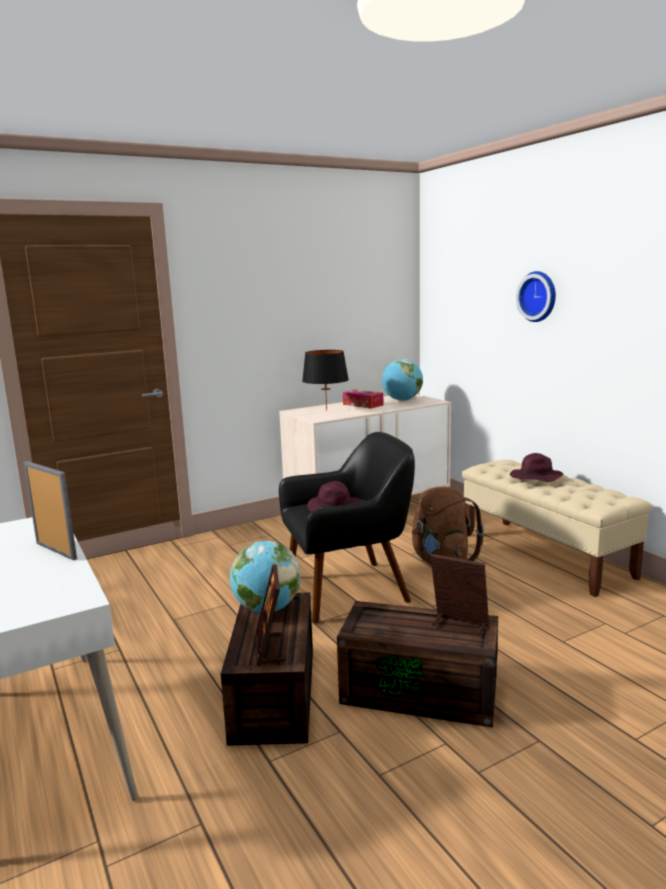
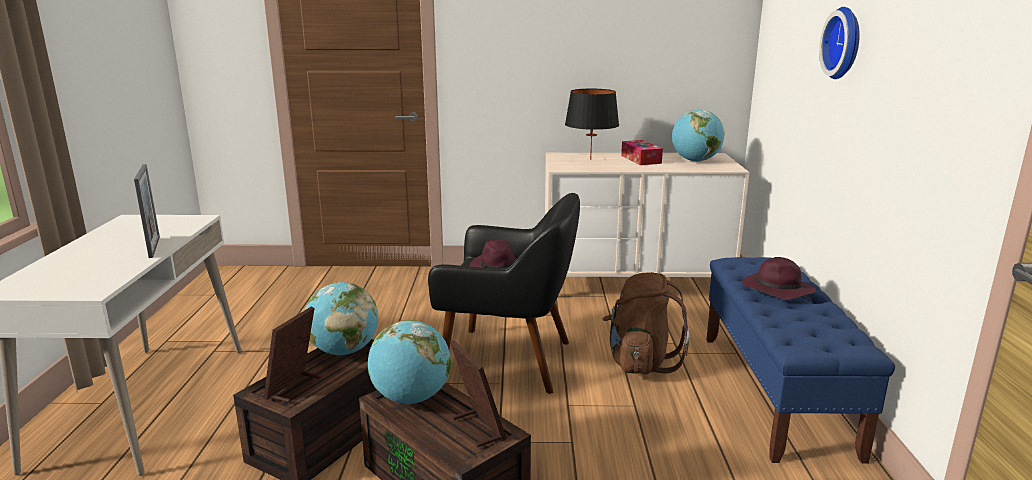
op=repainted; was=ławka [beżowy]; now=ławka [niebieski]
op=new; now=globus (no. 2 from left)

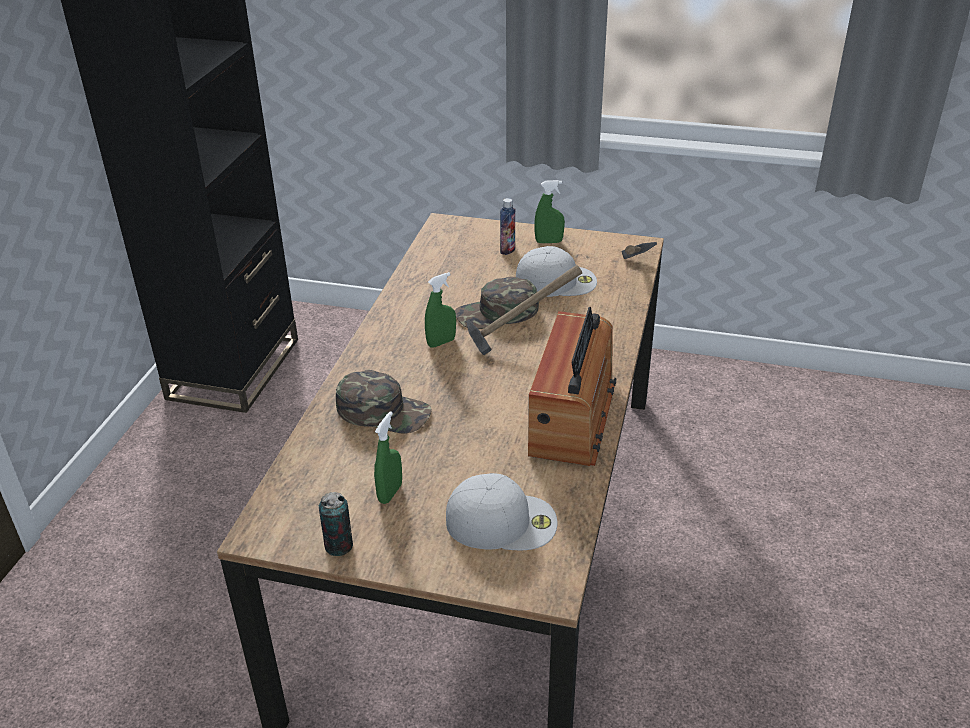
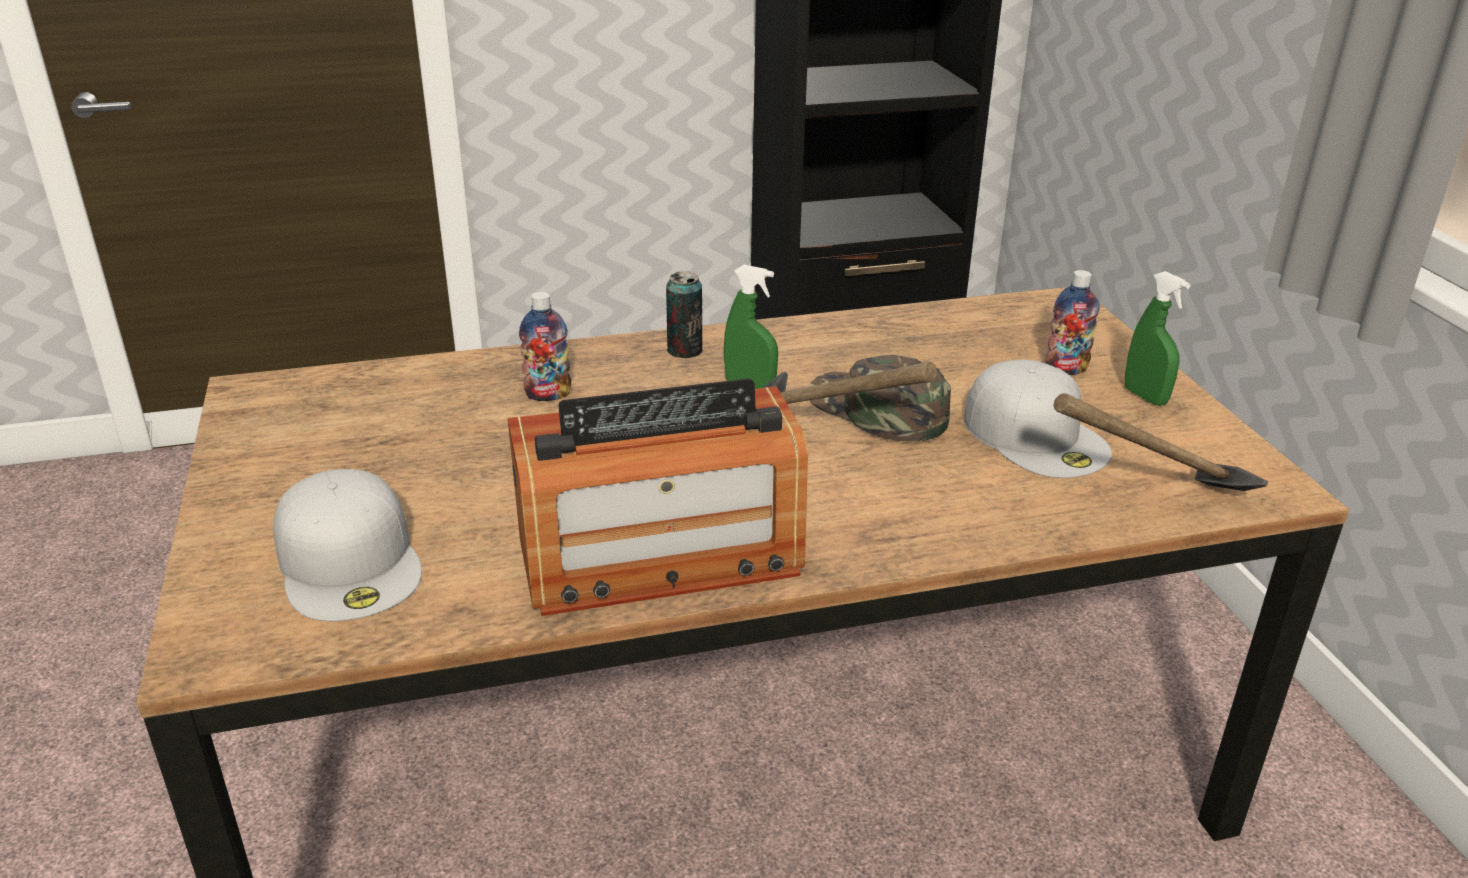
op=shifted; was=puszka
op=swapped; was=czapka z daszkiem [zielony] (no. 1 from left); now=butelka (no. 1 from left)
op=gone; was=spryskiwacz [zielony] (no. 1 from left)

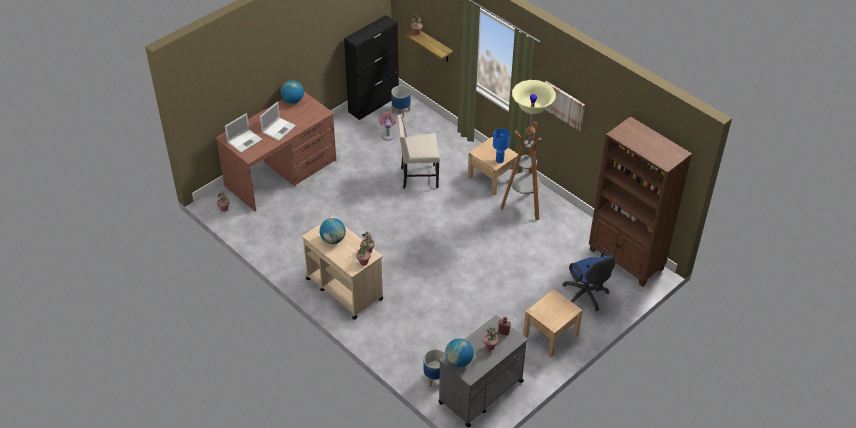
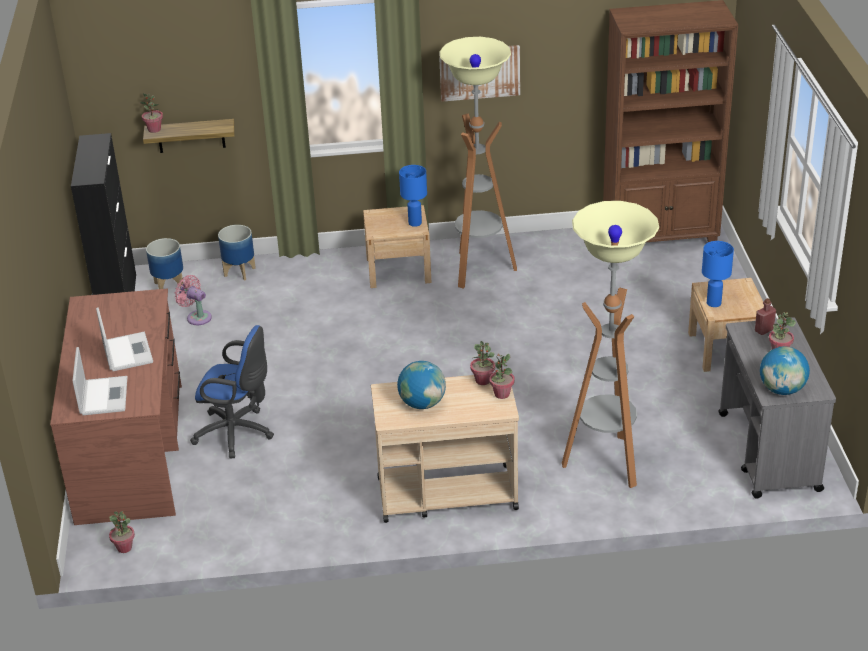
op=gone; was=globus (no. 1 from left)
op=gone; was=krzesło [beżowy]
op=shifted; was=donica (no. 2 from left)
op=shifted; was=krzesło biurowe [niebieski]
op=new; now=lampa stojąca (no. 2 from left)
op=new; now=lampa stołowa [niebieski] (no. 2 from left)

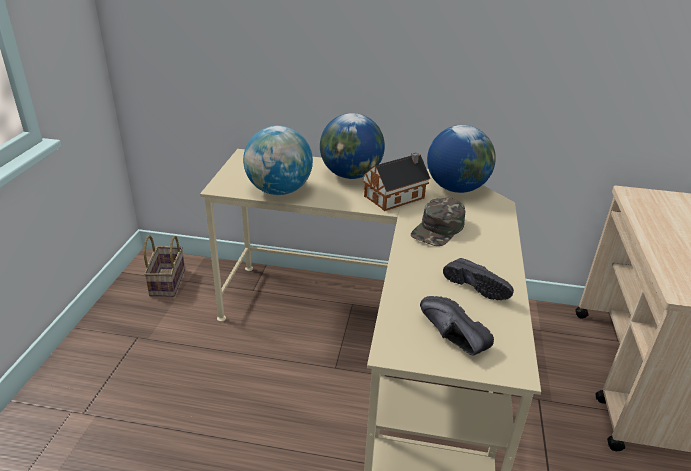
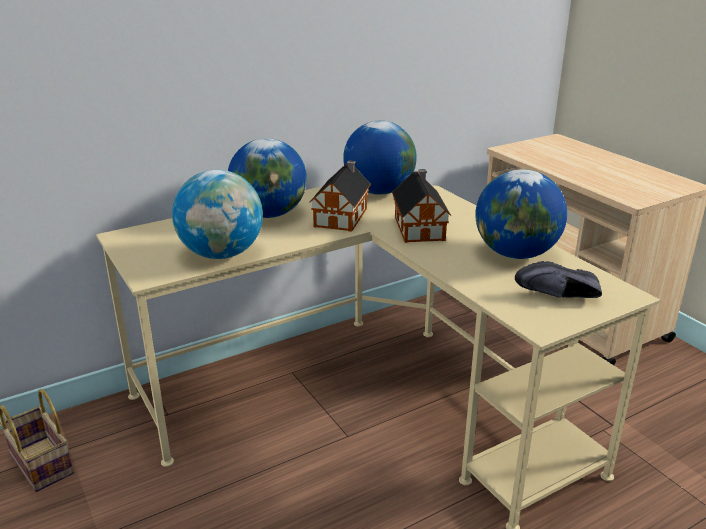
op=swapped; was=czapka z daszkiem [zielony]; now=domek (no. 2 from left)
op=swapped; was=but [czarny] (no. 2 from left); now=globus (no. 4 from left)

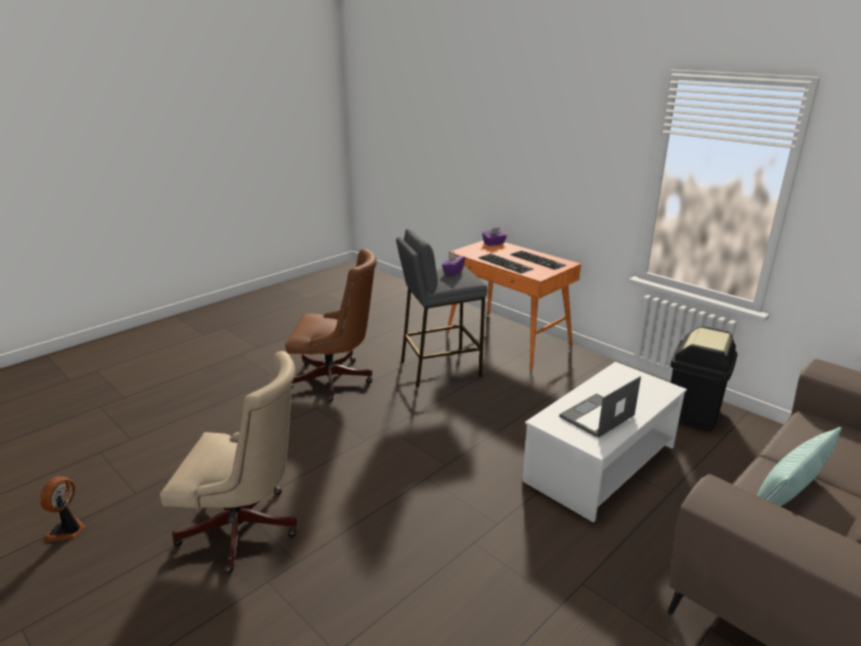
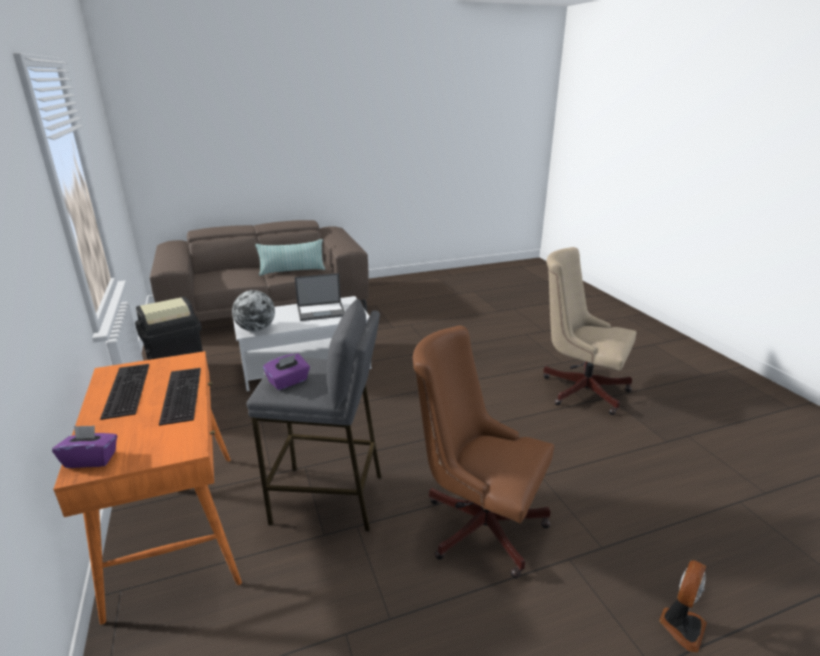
op=shifted; was=wentylator
op=new; now=globus

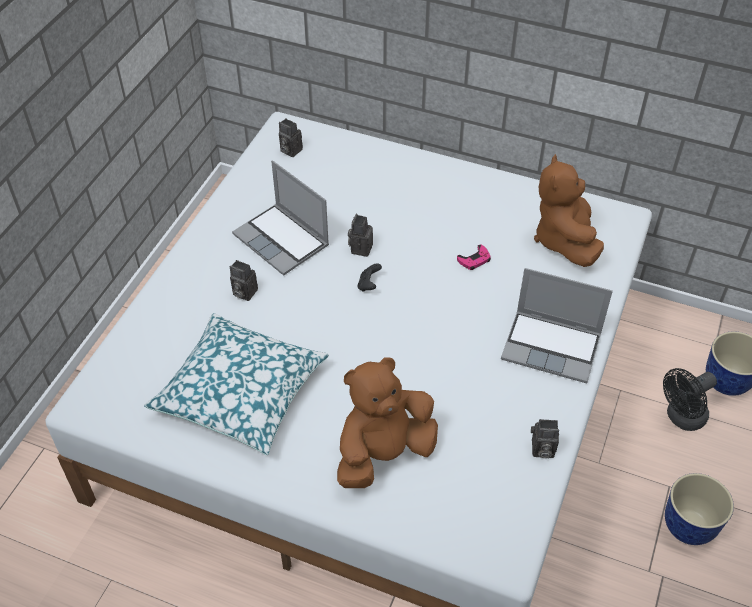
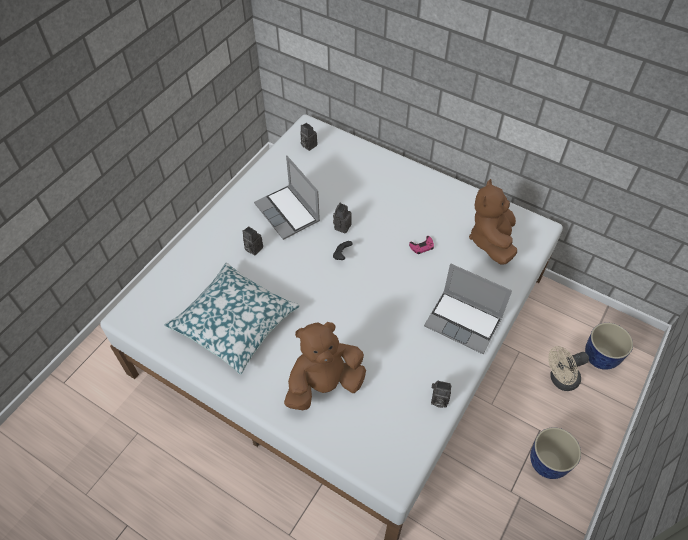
op=repainted; was=wentylator [czarny]; now=wentylator [beżowy]

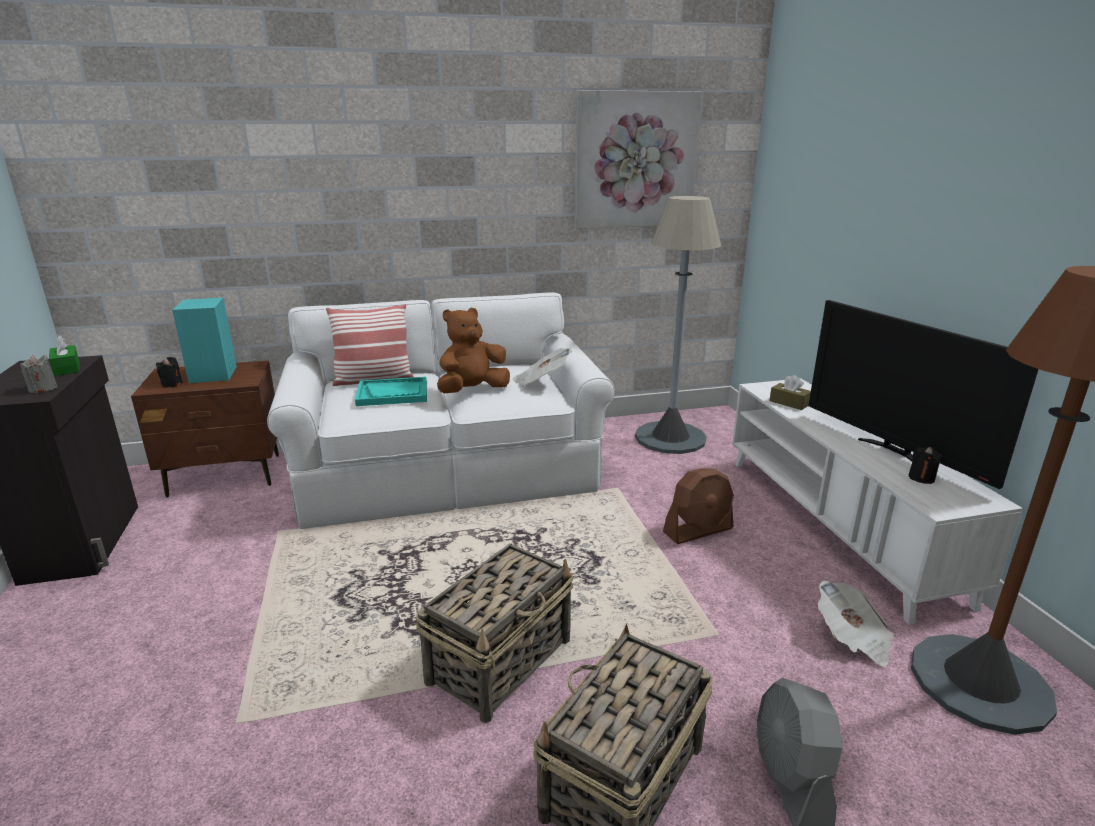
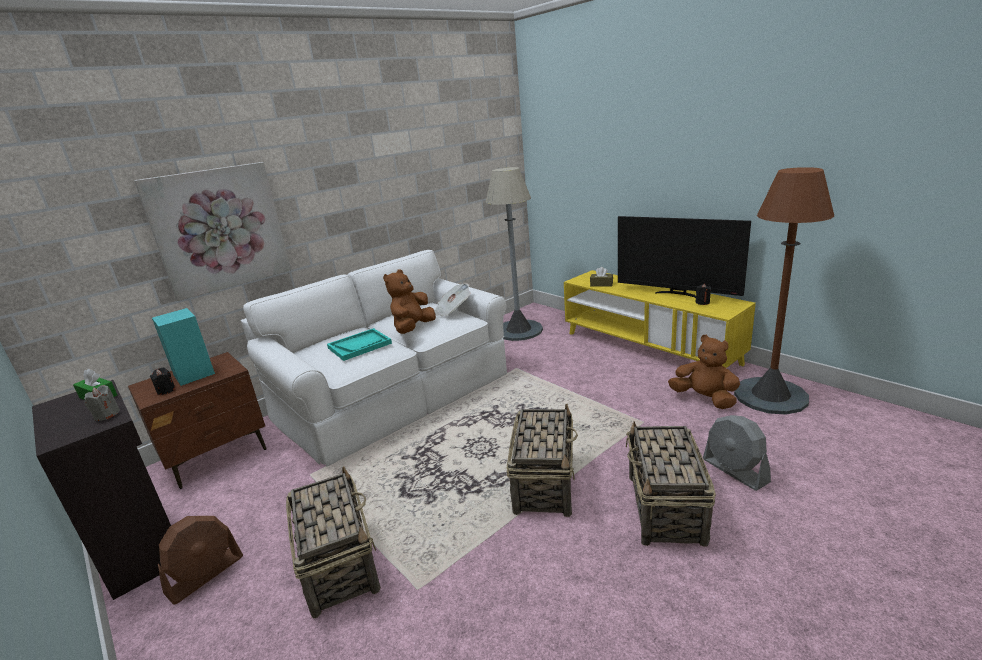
op=gone; was=poduszka
op=shifted; was=obraz
op=shifted; was=wentylator [brązowy]
op=repainted; was=szafka pod telewizor [biały]; now=szafka pod telewizor [żółty]
op=swapped; was=gazeta (no. 2 from left); now=pluszak [brązowy] (no. 2 from left)
op=new; now=koszyk (no. 1 from left)

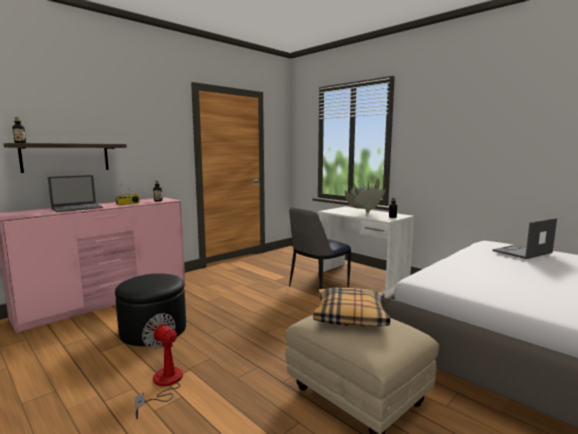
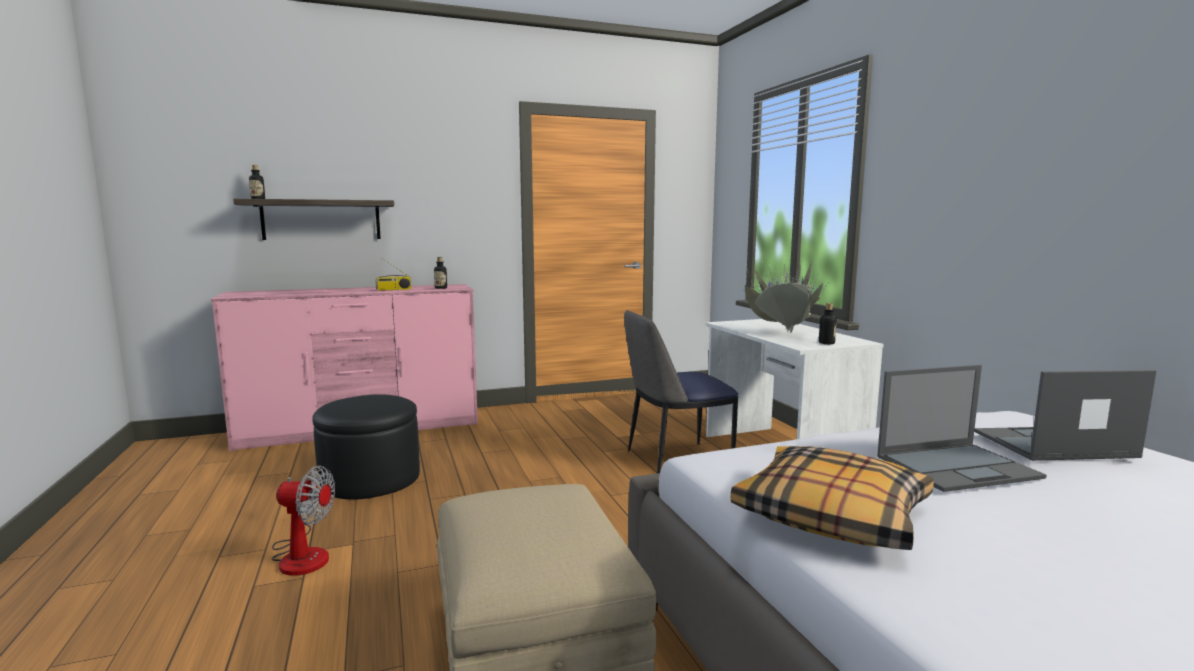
op=shifted; was=laptop (no. 1 from left)
op=rotated; was=wentylator; clockwise=120
op=shifted; was=poduszka

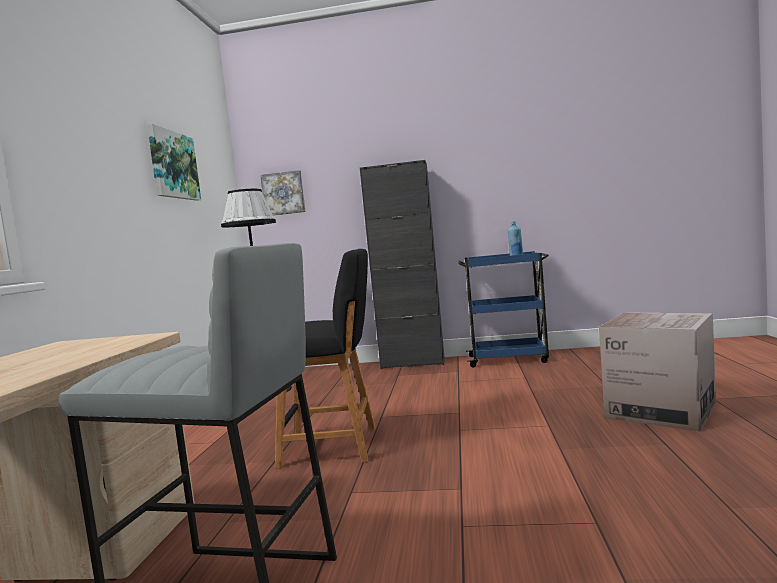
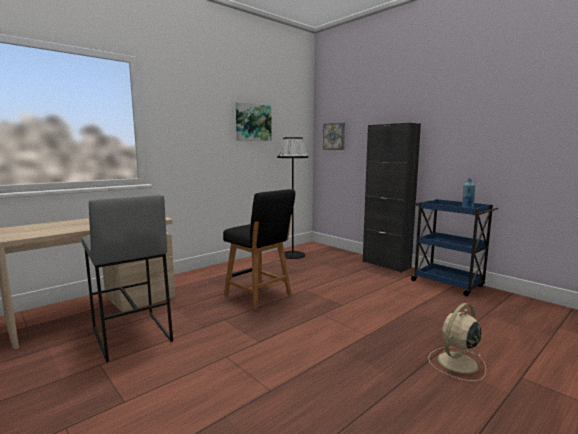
op=swapped; was=karton; now=wentylator [beżowy]

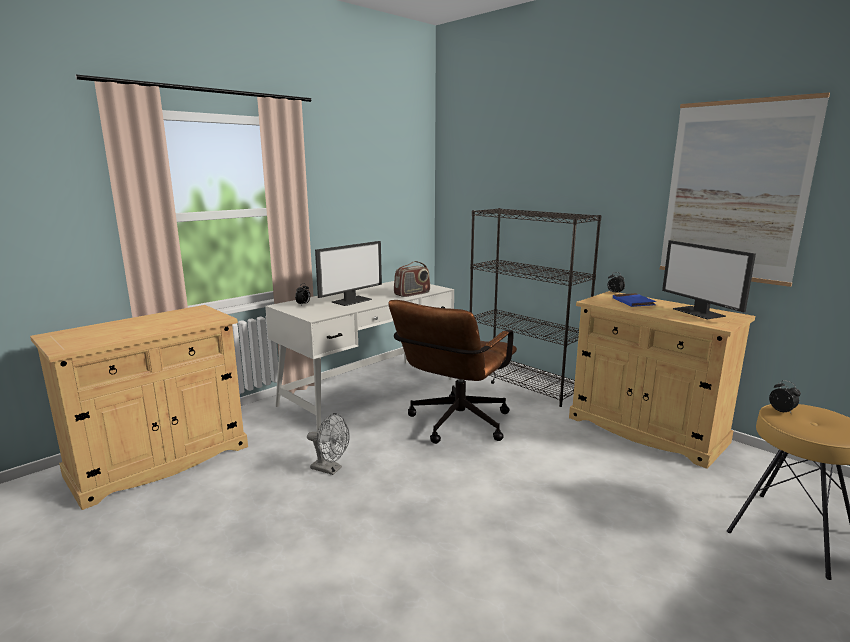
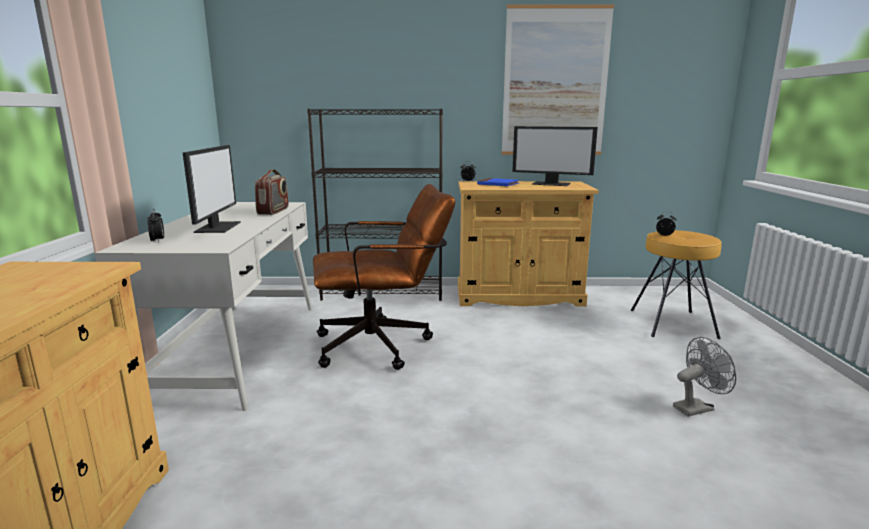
op=shifted; was=wentylator [szary]
op=rotated; was=krzesło biurowe [brązowy]; clockwise=-90

